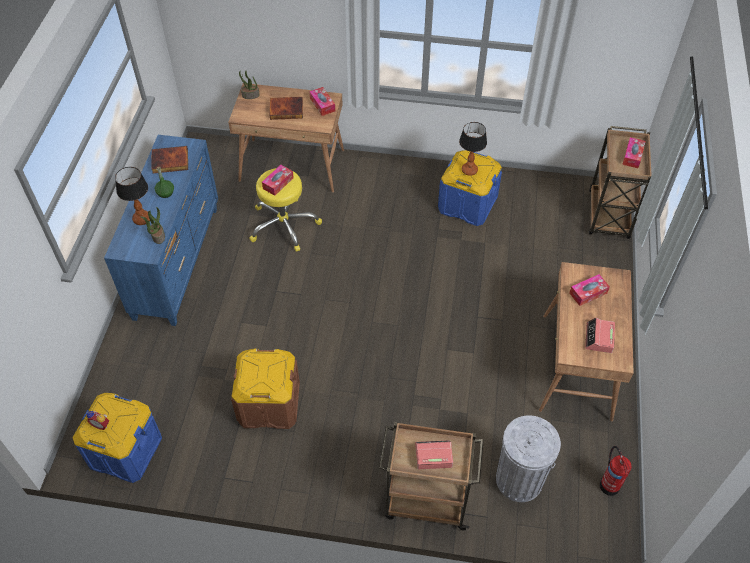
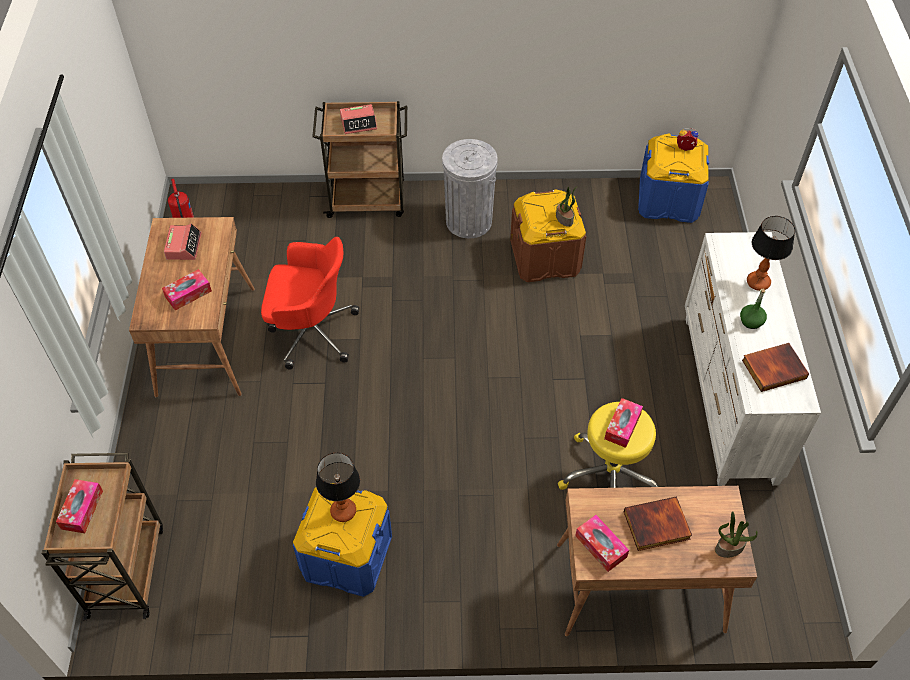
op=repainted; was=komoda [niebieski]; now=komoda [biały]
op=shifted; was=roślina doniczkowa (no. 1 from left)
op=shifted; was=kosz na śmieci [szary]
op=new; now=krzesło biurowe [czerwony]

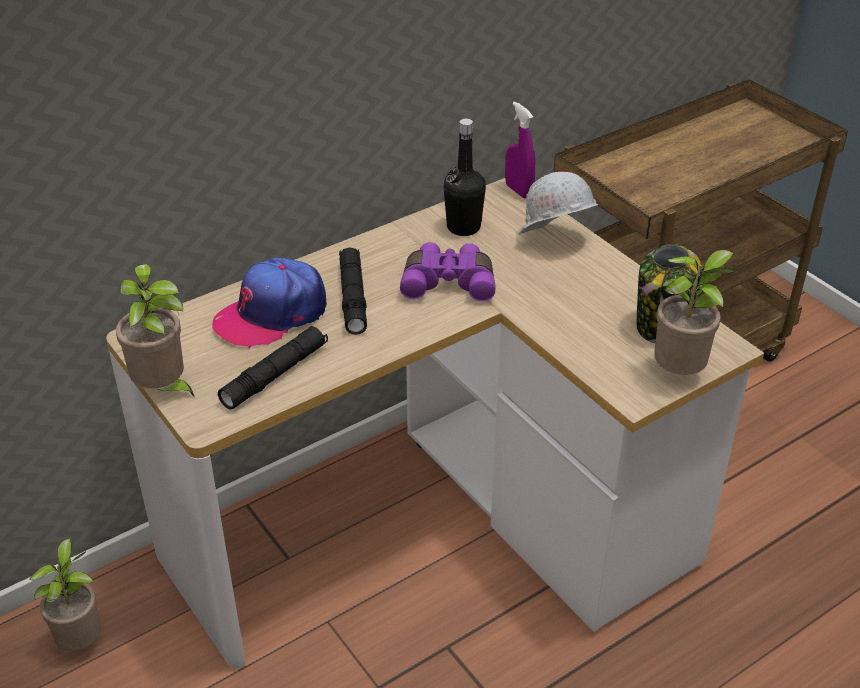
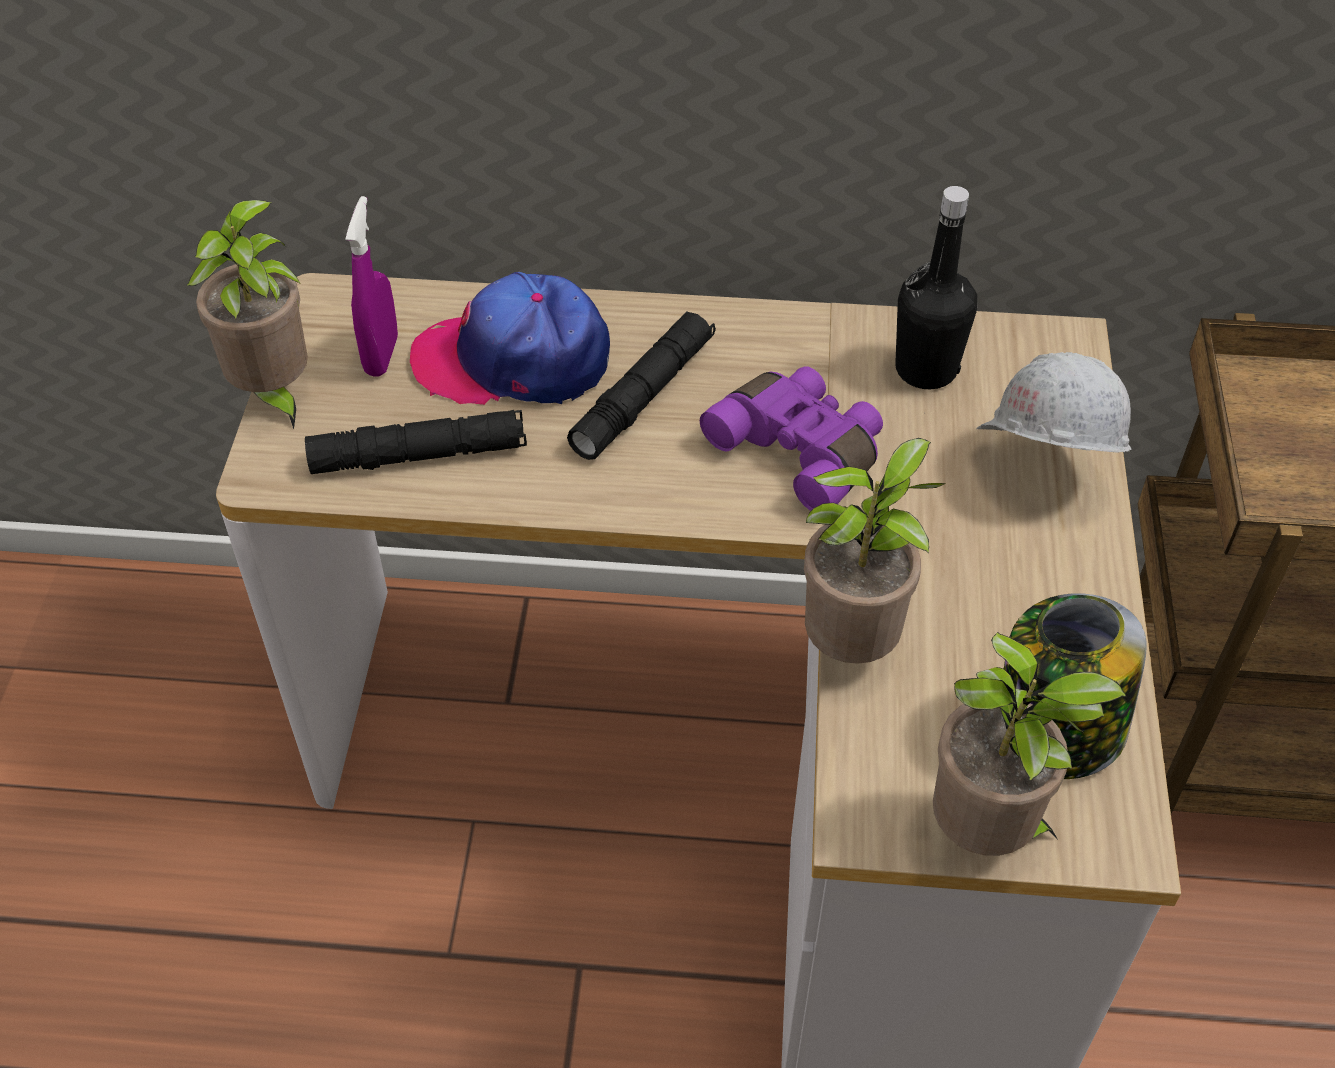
op=shifted; was=roślina doniczkowa (no. 1 from left in the first image); now=roślina doniczkowa (no. 2 from left)
op=shifted; was=spryskiwacz [fioletowy]

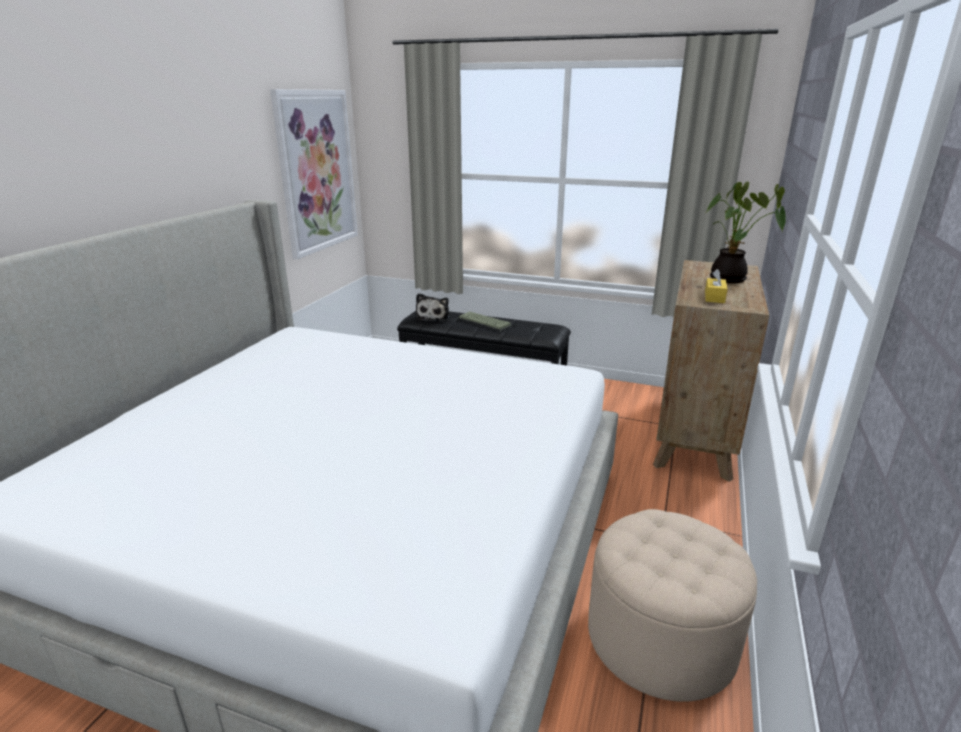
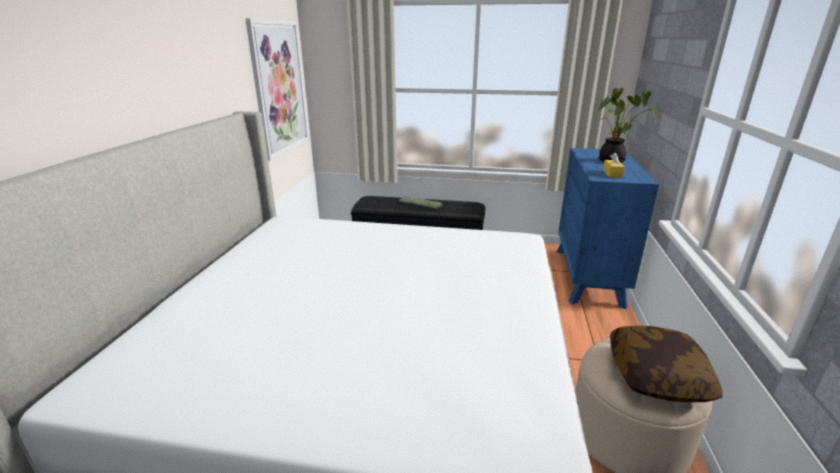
op=gone; was=pluszak
op=repainted; was=komoda [brązowy]; now=komoda [niebieski]
op=new; now=poduszka

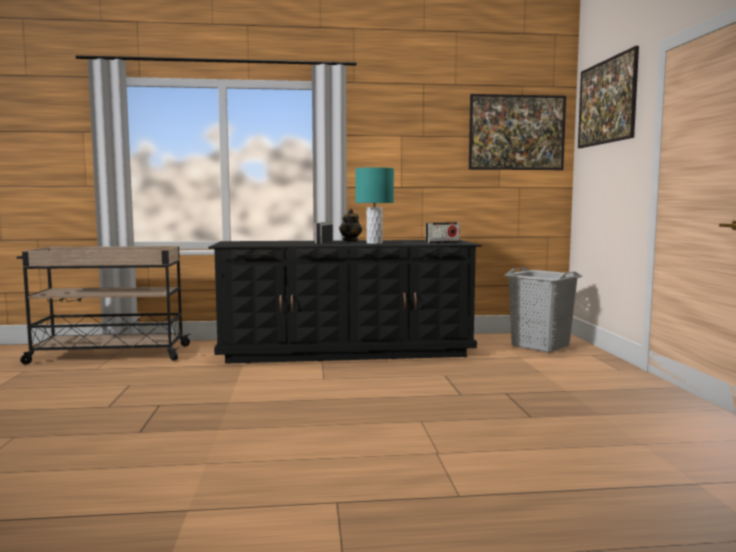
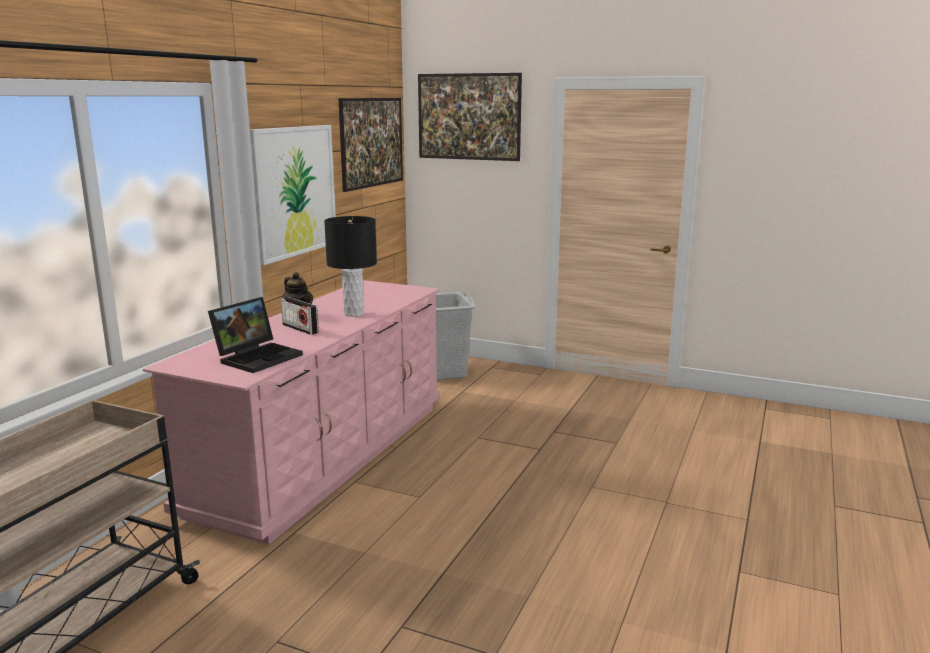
op=repainted; was=komoda [czarny]; now=komoda [różowy]
op=repainted; was=lampa stołowa [turkusowy]; now=lampa stołowa [czarny]
op=gone; was=radio (no. 2 from left)
op=new; now=laptop
op=new; now=obraz (no. 1 from left)

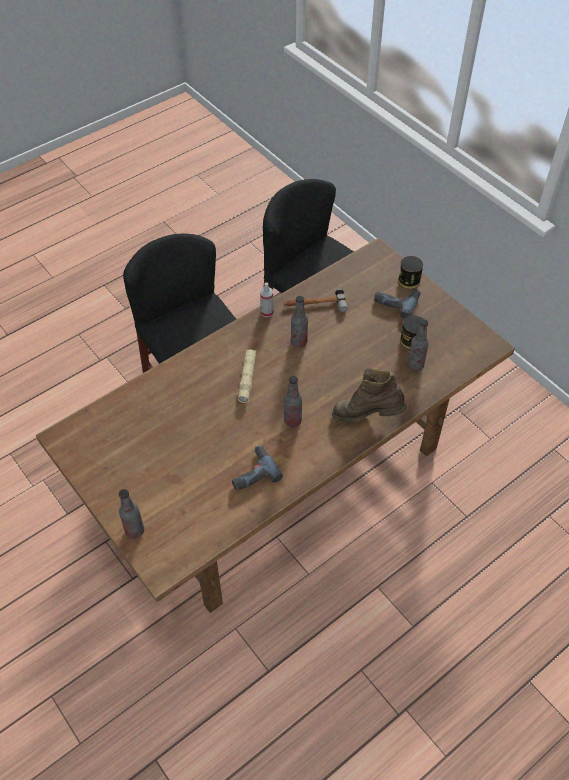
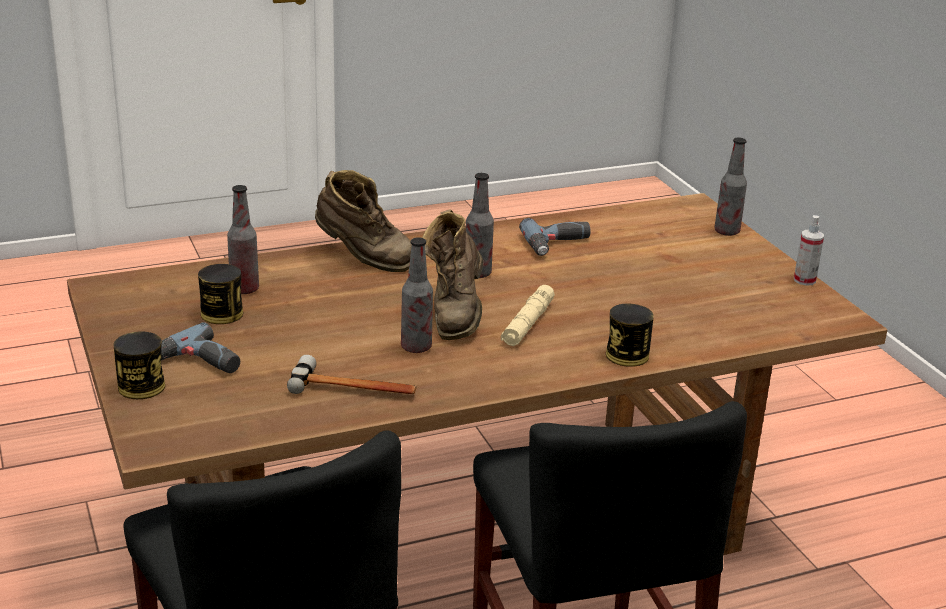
op=shifted; was=spryskiwacz
op=new; now=but z cholewką [brązowy] (no. 2 from left)
op=new; now=puszka (no. 3 from left)

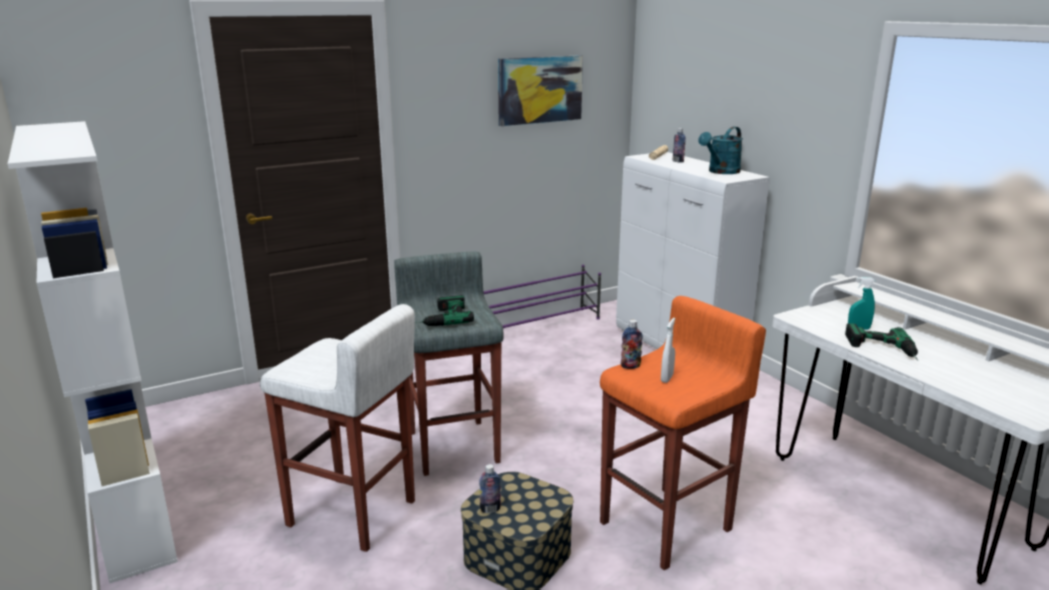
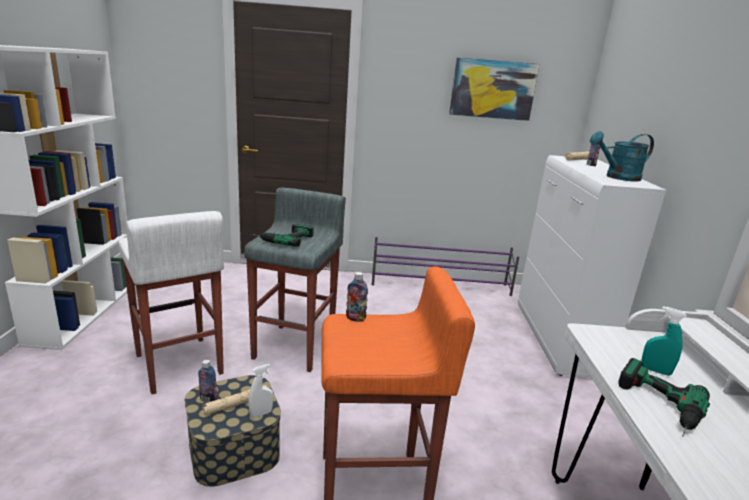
op=shifted; was=spryskiwacz [biały]
op=new; now=latarka [beżowy] (no. 1 from left)

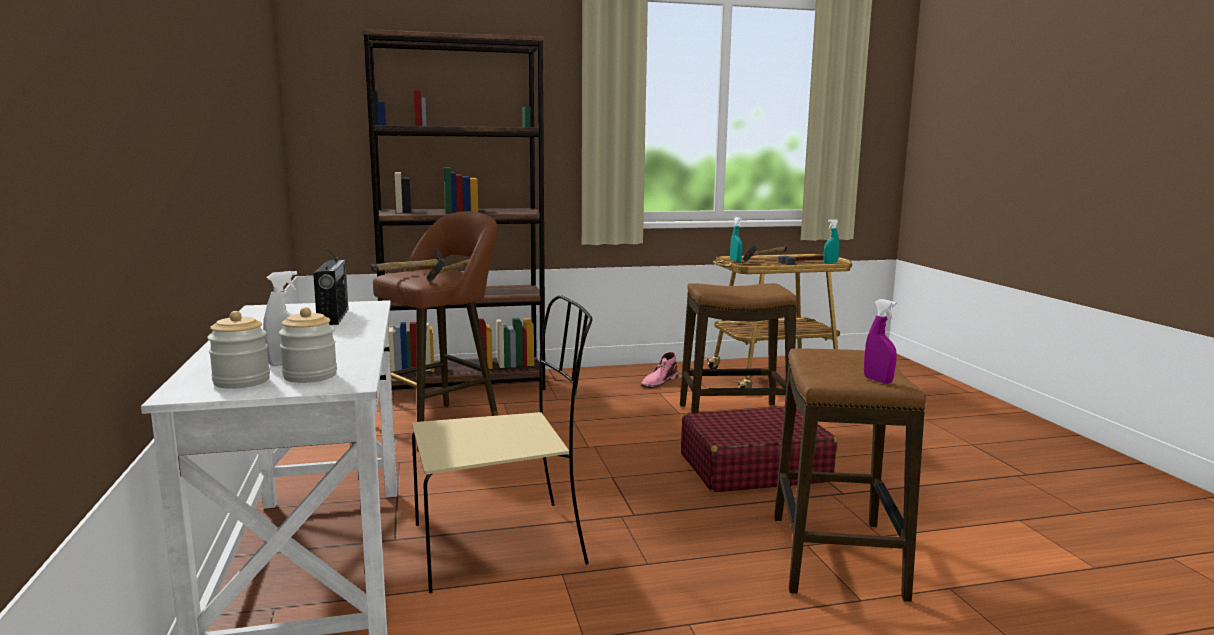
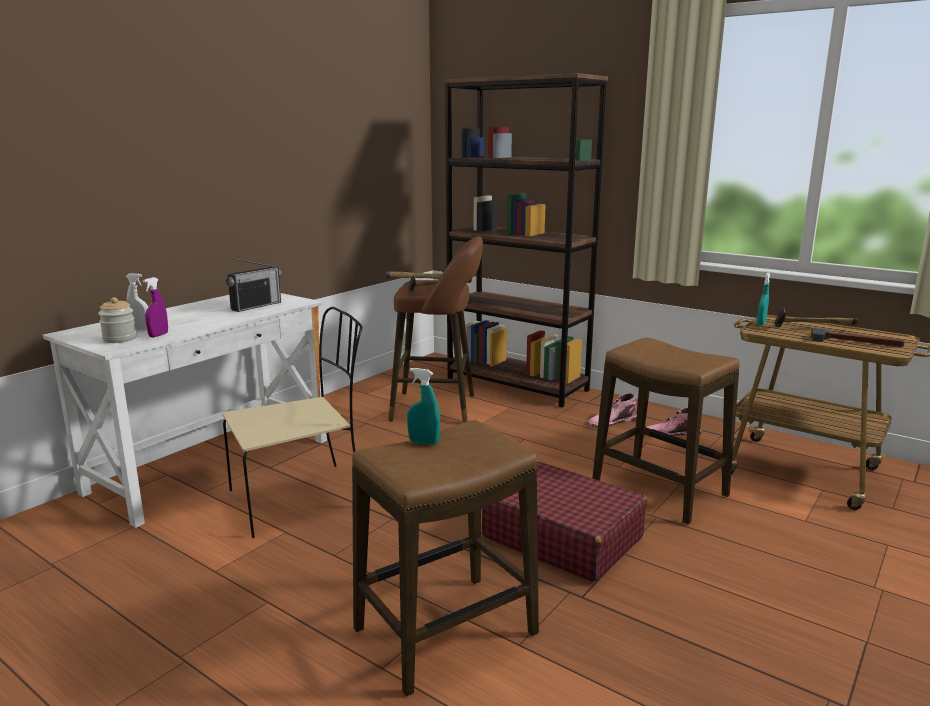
op=gone; was=słoik (no. 1 from left)
op=rotated; was=krzesło [beżowy]; clockwise=-60
op=shifted; was=spryskiwacz [turkusowy] (no. 2 from left in the first image); now=spryskiwacz [turkusowy] (no. 1 from left)
op=shifted; was=spryskiwacz [fioletowy]
op=new; now=but z cholewką [różowy] (no. 1 from left)

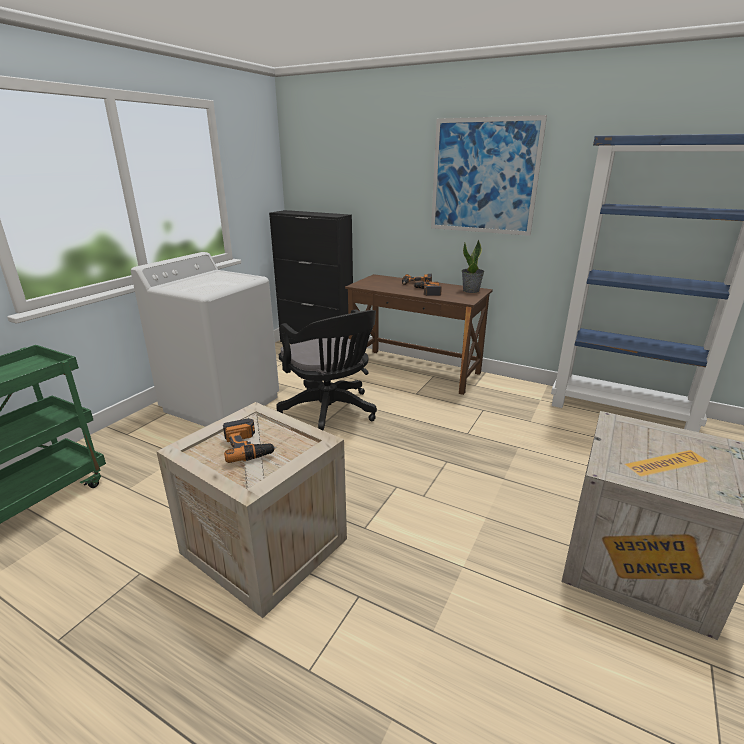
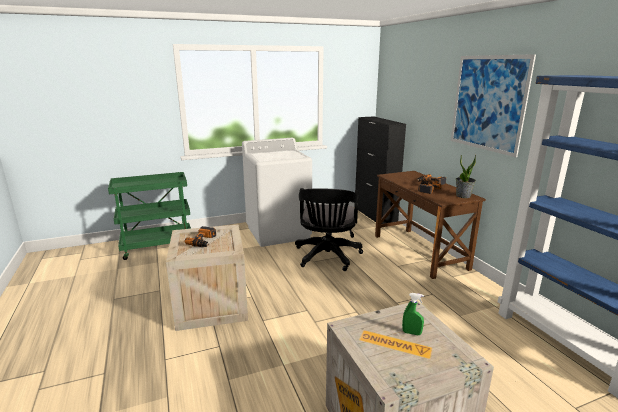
op=new; now=spryskiwacz [zielony]

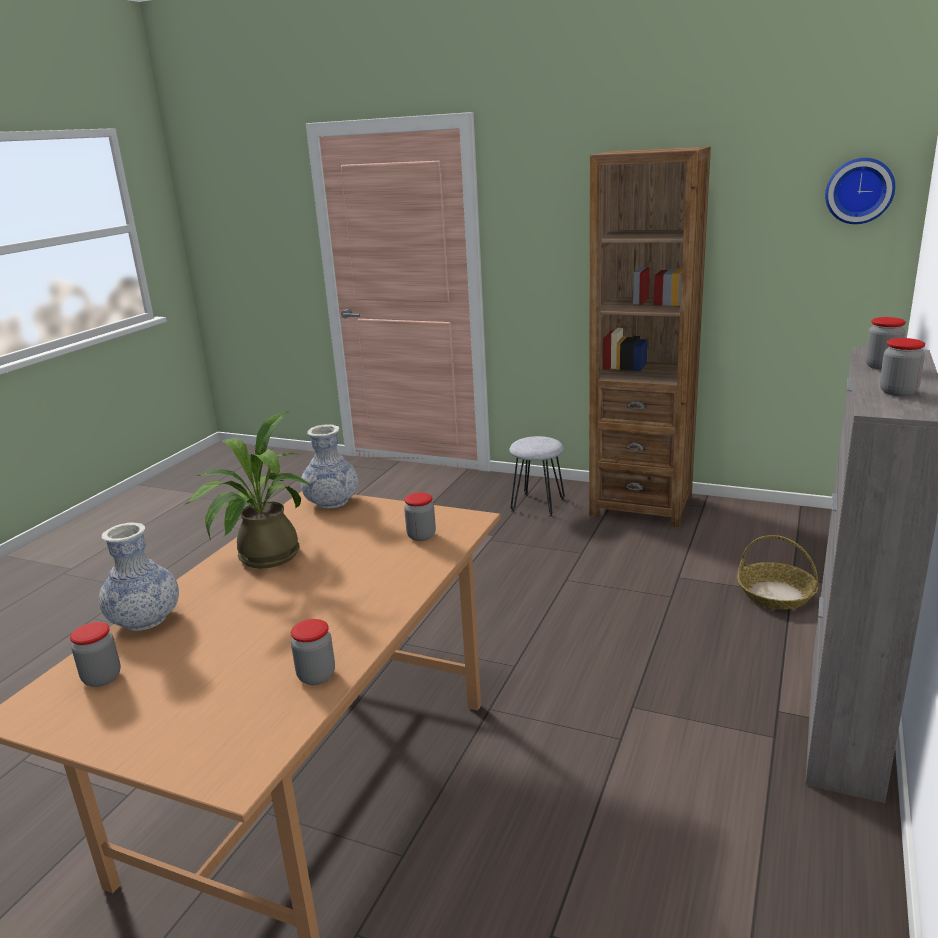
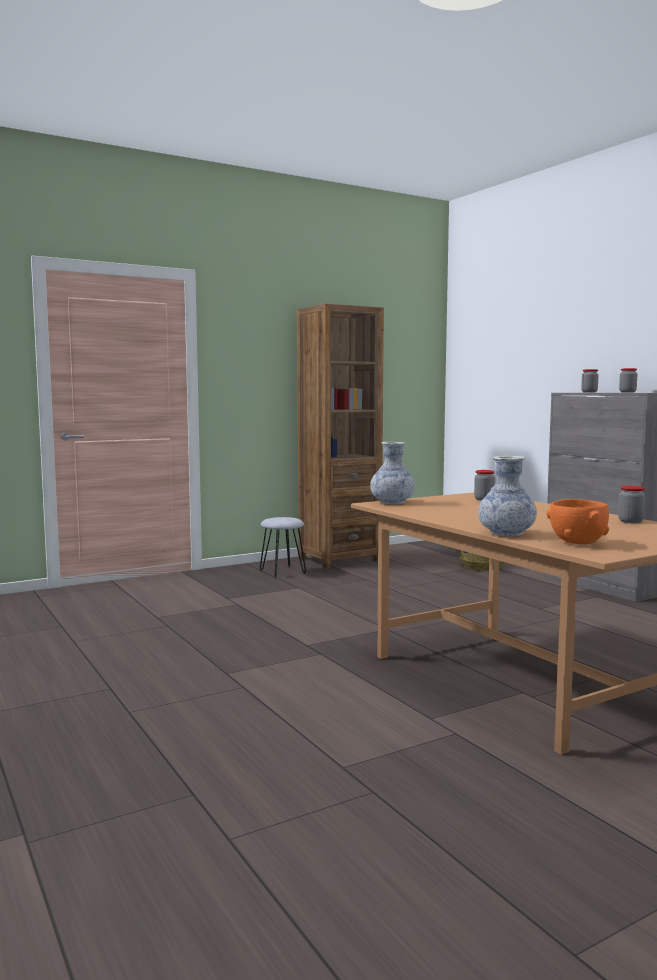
op=swapped; was=słoik (no. 1 from left); now=miska [pomarańczowy]
op=gone; was=roślina doniczkowa
op=gone; was=zegar ścienny

